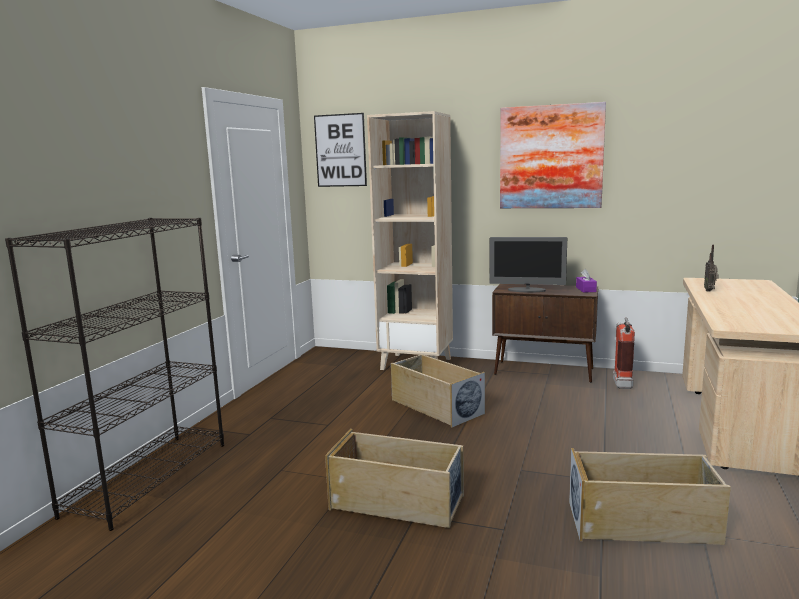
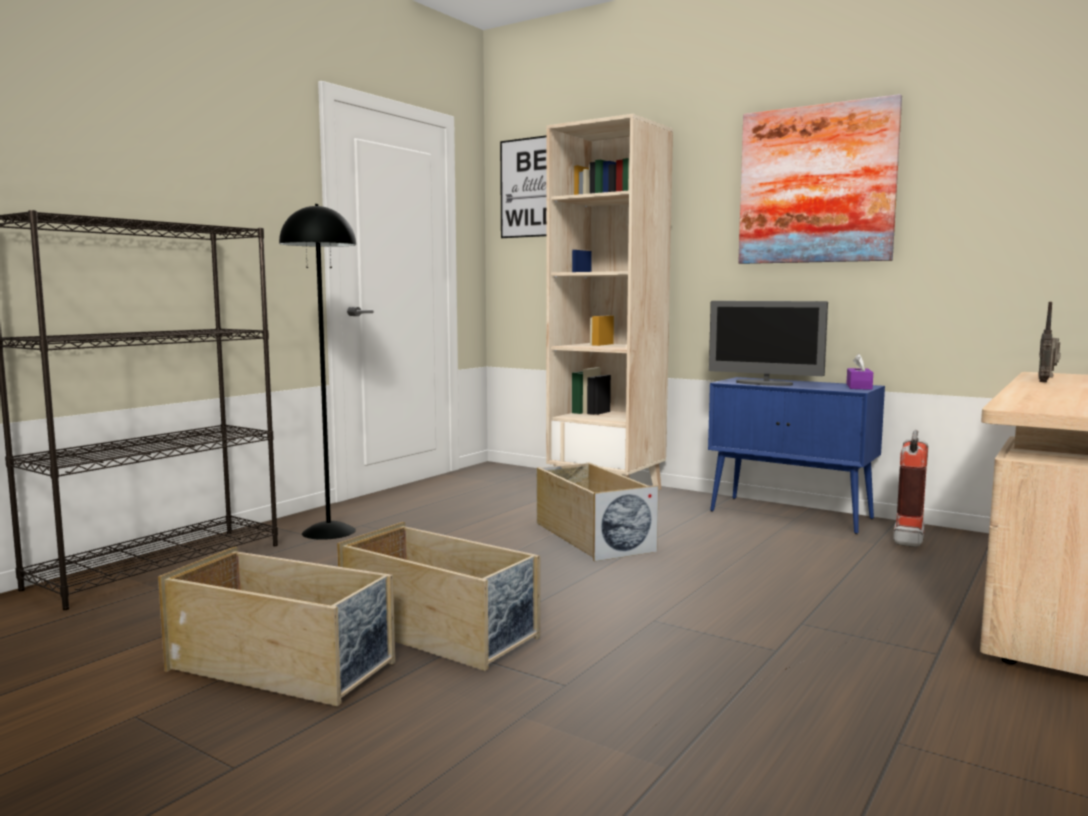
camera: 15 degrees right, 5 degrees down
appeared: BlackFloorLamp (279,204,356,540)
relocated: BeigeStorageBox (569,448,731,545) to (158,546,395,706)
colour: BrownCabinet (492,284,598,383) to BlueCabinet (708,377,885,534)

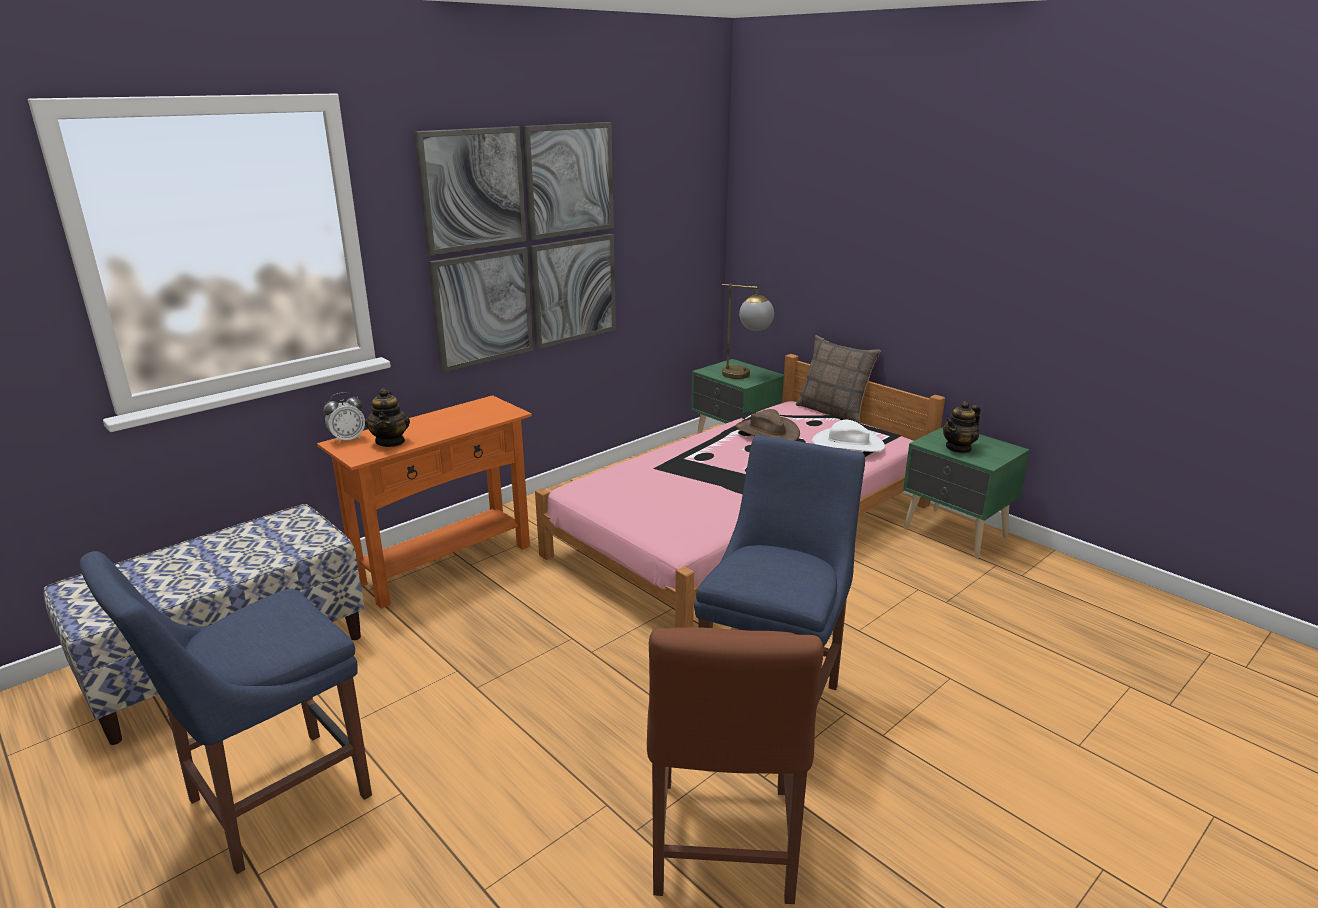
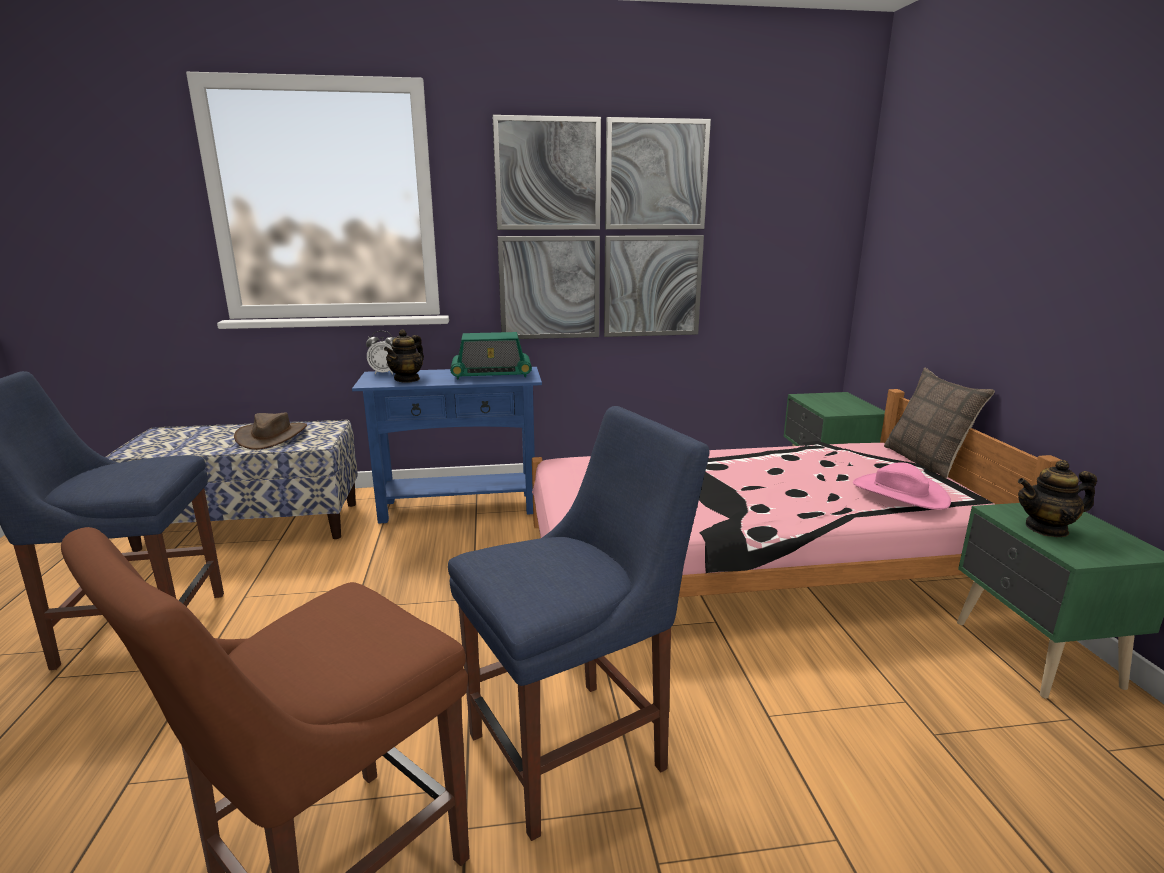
camera: 35 degrees right, 5 degrees down
missing: TableLamp (722,284,774,379)
appeared: Radio (450,332,532,379)
relocated: BrownHat (735,409,800,441) to (234,413,307,450)
colour: OrangeConsoleTable (317,395,532,609) to BlueConsoleTable (352,367,542,524); WhiteHat (812,420,885,452) to PinkHat (853,462,951,510)

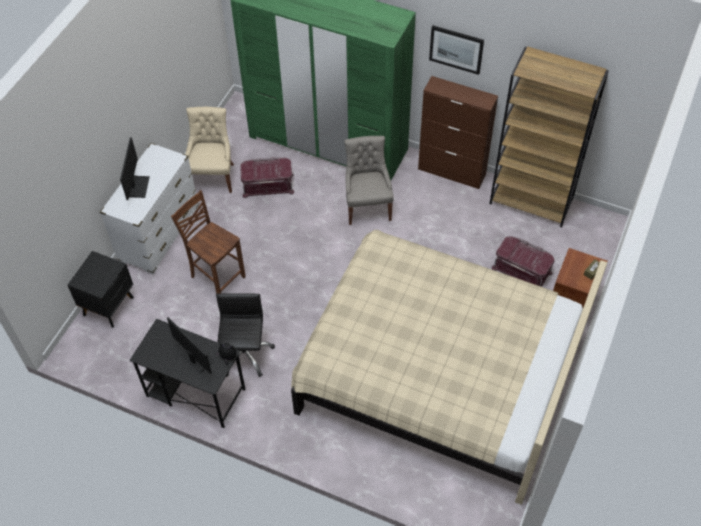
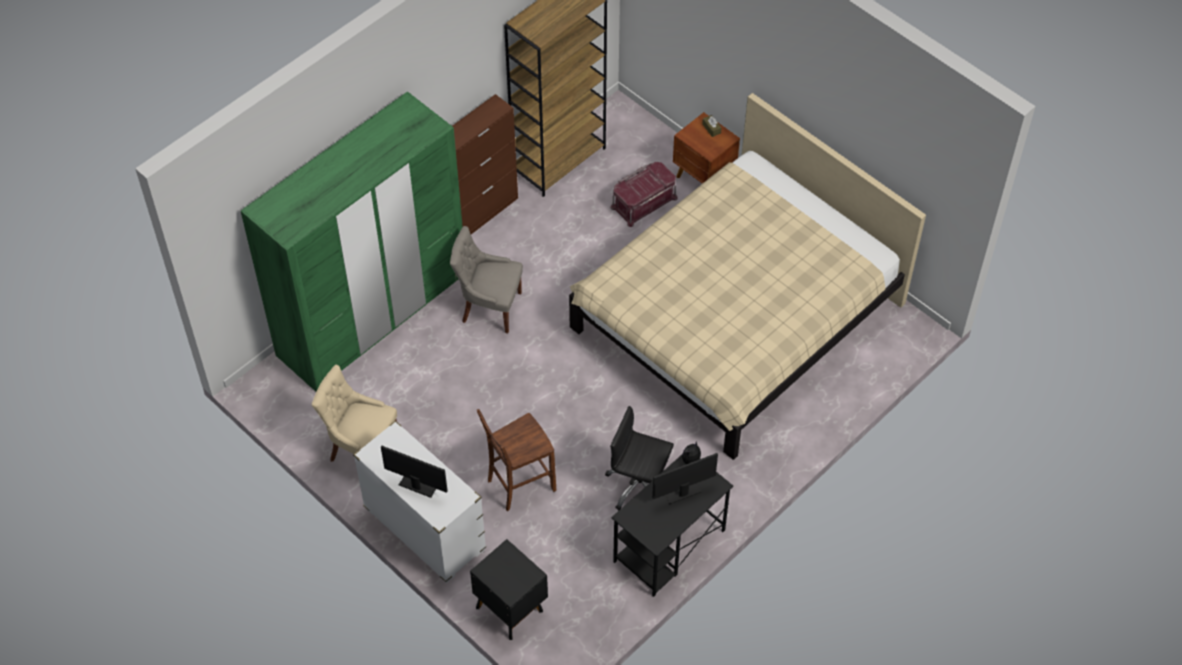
camera: 70 degrees left, 0 degrees up
missing: RedStorageBox (240,157,295,198); Picture (429,25,484,75)

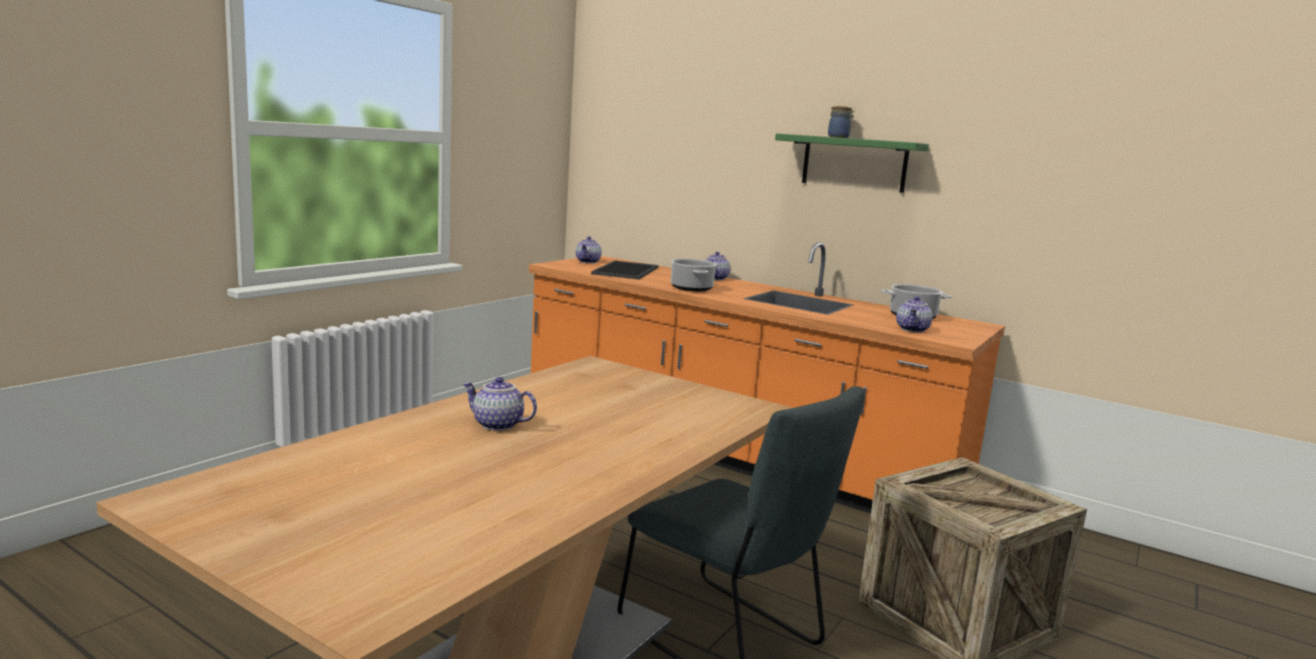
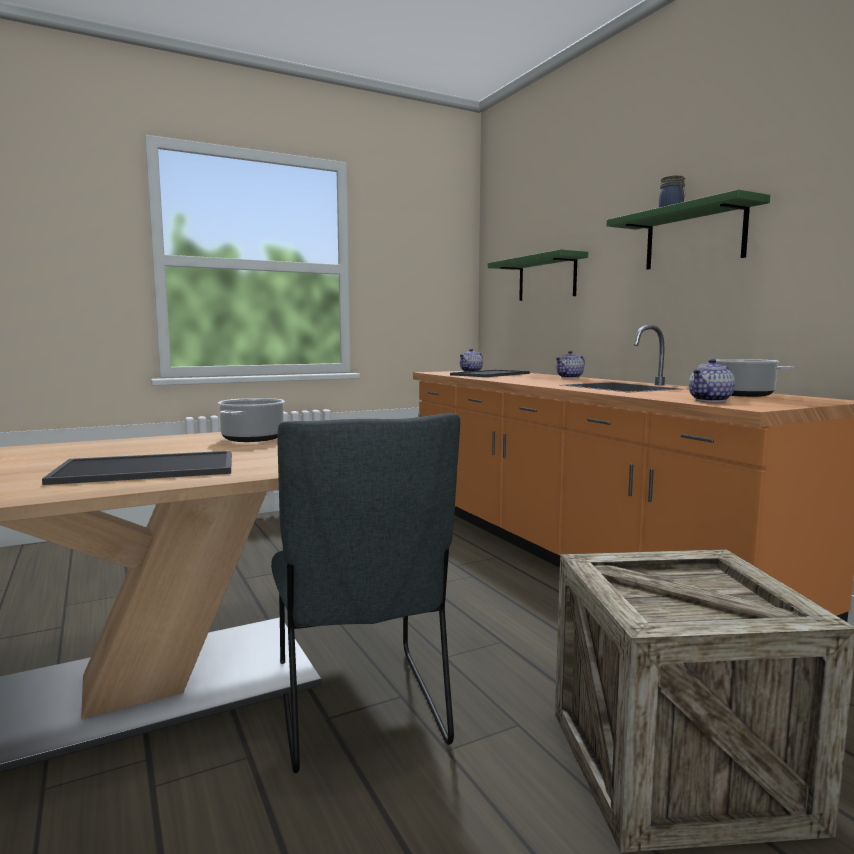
camera: 30 degrees right, 5 degrees down
missing: Teapot (463,377,537,431)
appeared: Tray (42,451,232,485); GreenShelf (488,249,588,301)
relocated: CookingPot (671,259,717,292) to (217,398,285,442)

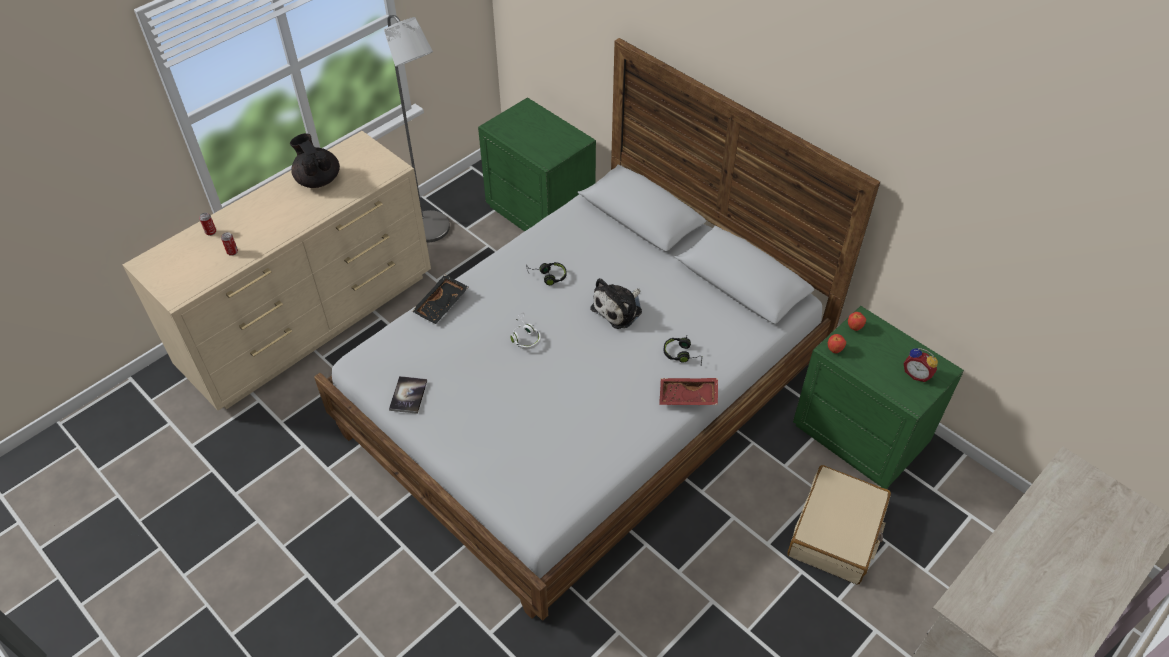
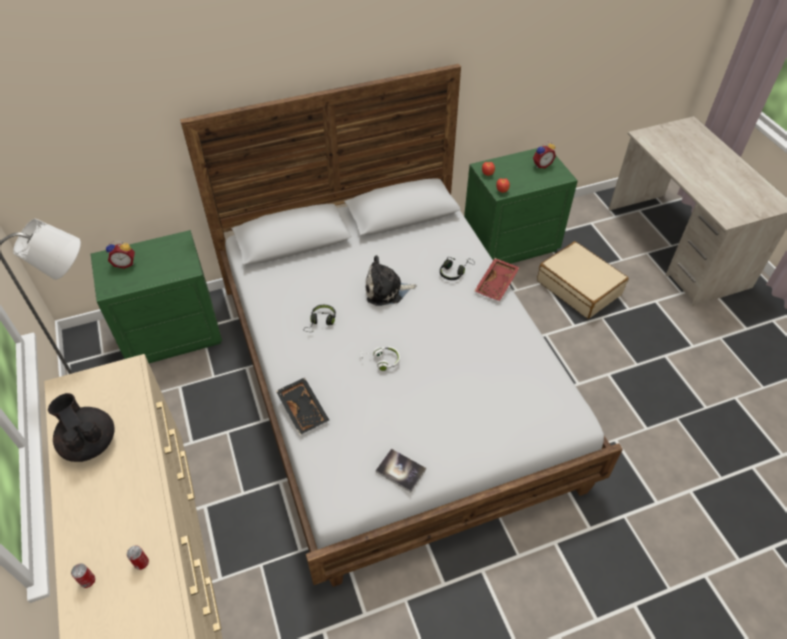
camera: 65 degrees left, 0 degrees up
appeared: AlarmClock (106,241,135,269)
spun: BlackTeapot (290,133,340,188) = (48,393,115,462) 60 degrees clockwise; PlushToy (590,278,642,329) = (366,255,417,306) 105 degrees clockwise

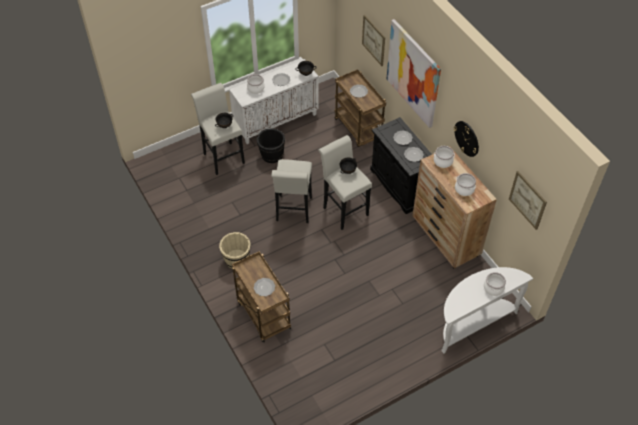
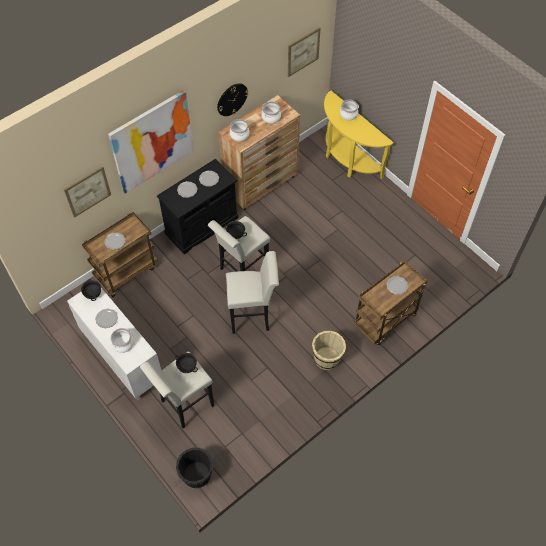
camera: 100 degrees left, 5 degrees up
relocated: BlackBucket (257,128,285,163) to (176,448,213,488)
colour: WhiteConsoleTable (441,267,533,354) to YellowConsoleTable (324,91,394,179)

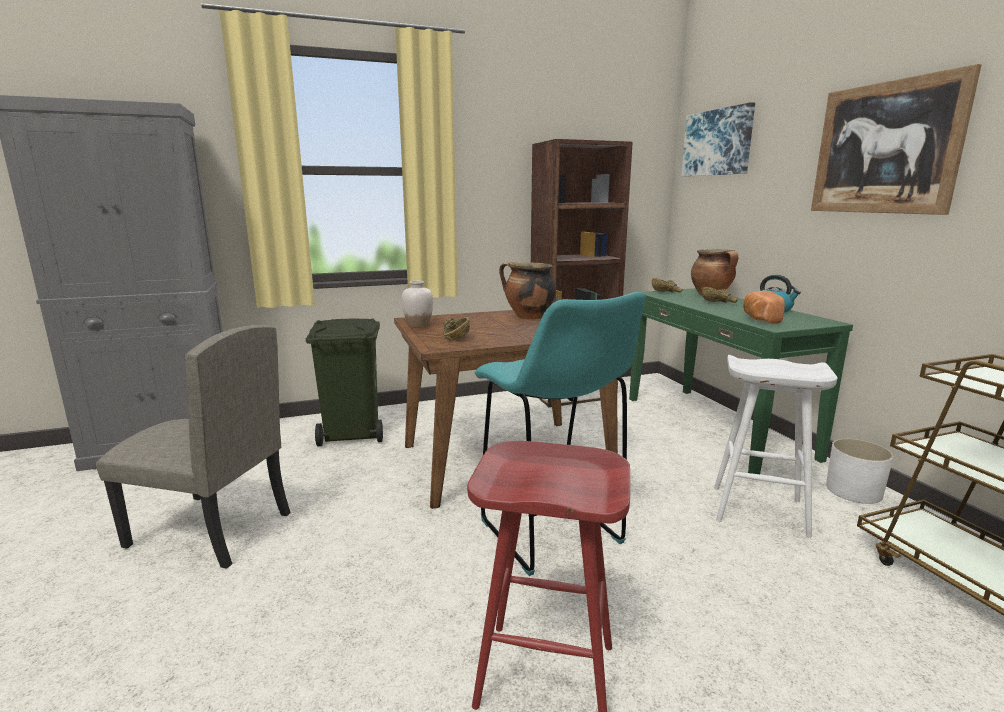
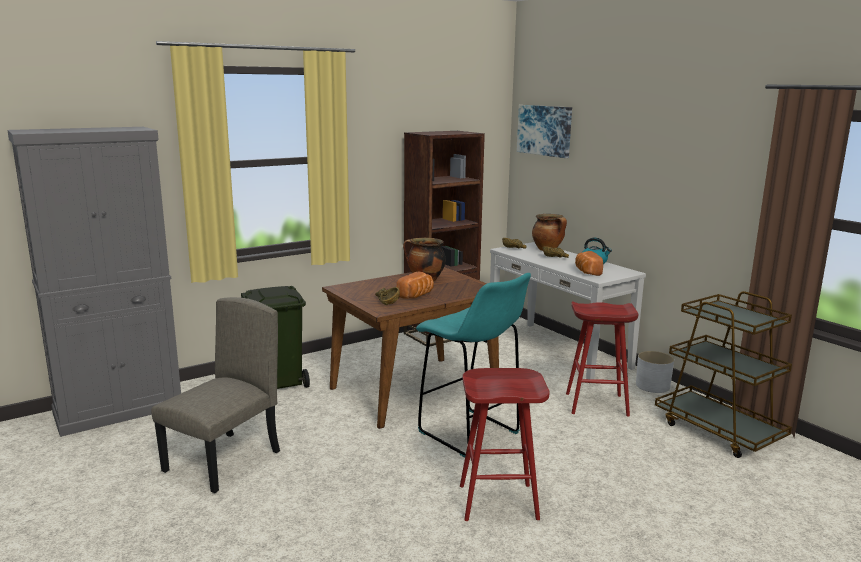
camera: 15 degrees left, 0 degrees up
missing: WhiteVase (402,281,433,328); Picture (811,64,982,215)
appeared: Bread (396,271,434,299)
colour: GreenConsoleTable (629,288,853,474) to WhiteConsoleTable (490,242,646,379); WhiteStool (714,355,837,538) to RedStool (566,301,638,417)
spun: BeigeChair (96,325,291,569) = (151,297,280,493) 60 degrees counterclockwise

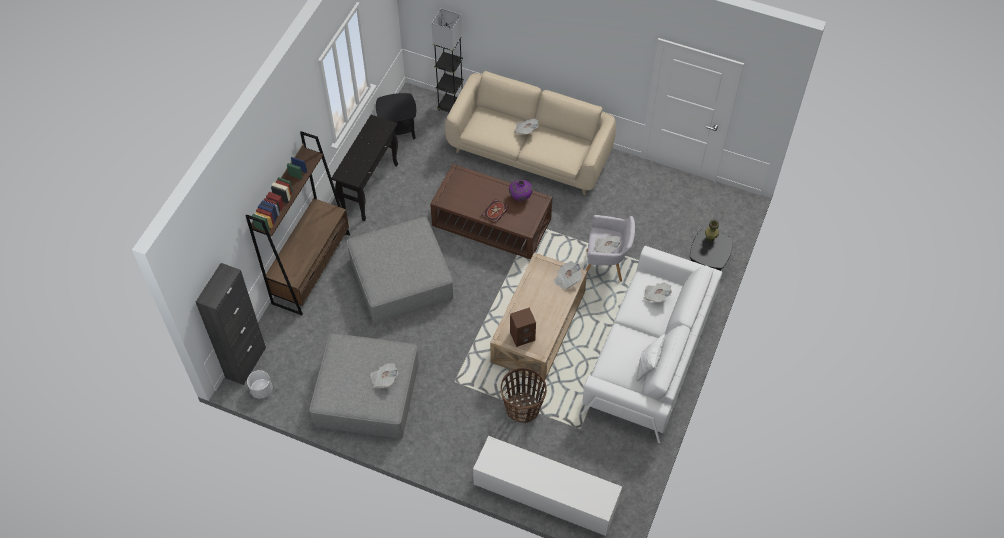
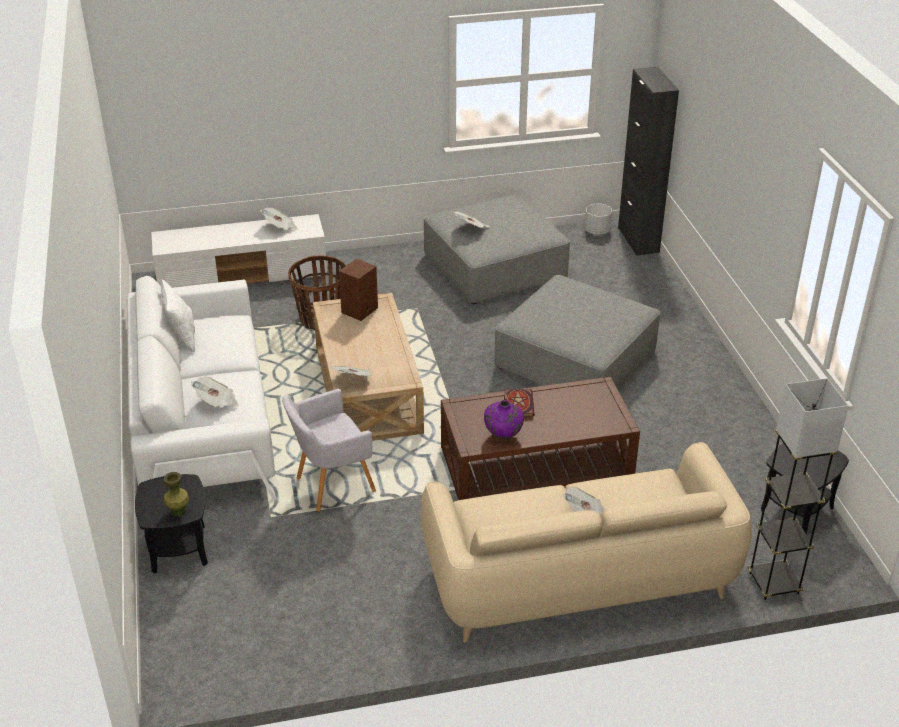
camera: 145 degrees right, 20 degrees down
missing: BrownBookcase (246,131,350,315); BlackConsoleTable (332,115,398,221)
relocated: Newspaper (594,235,621,253) to (260,208,298,230)

